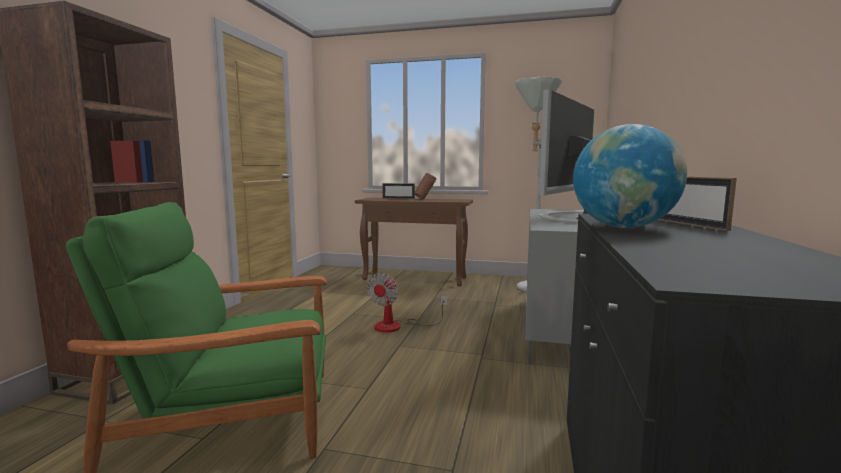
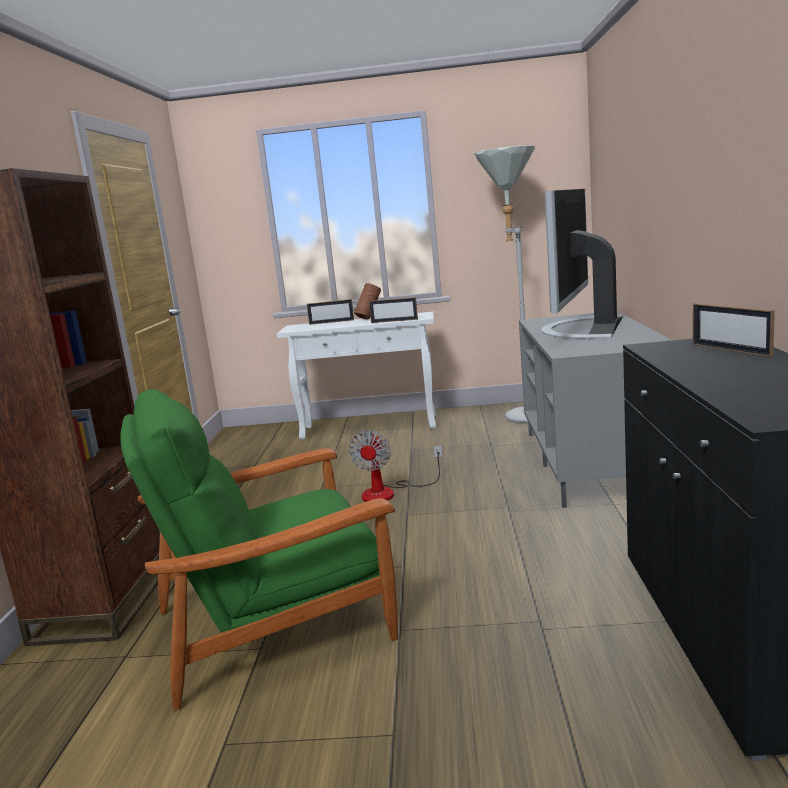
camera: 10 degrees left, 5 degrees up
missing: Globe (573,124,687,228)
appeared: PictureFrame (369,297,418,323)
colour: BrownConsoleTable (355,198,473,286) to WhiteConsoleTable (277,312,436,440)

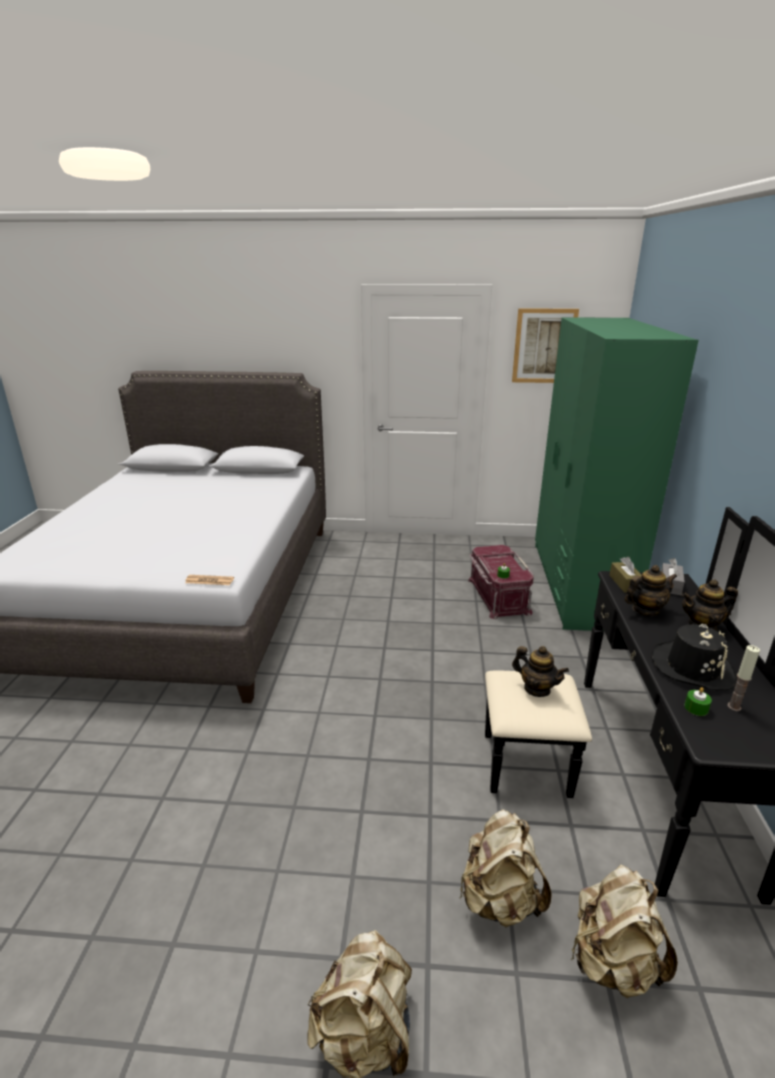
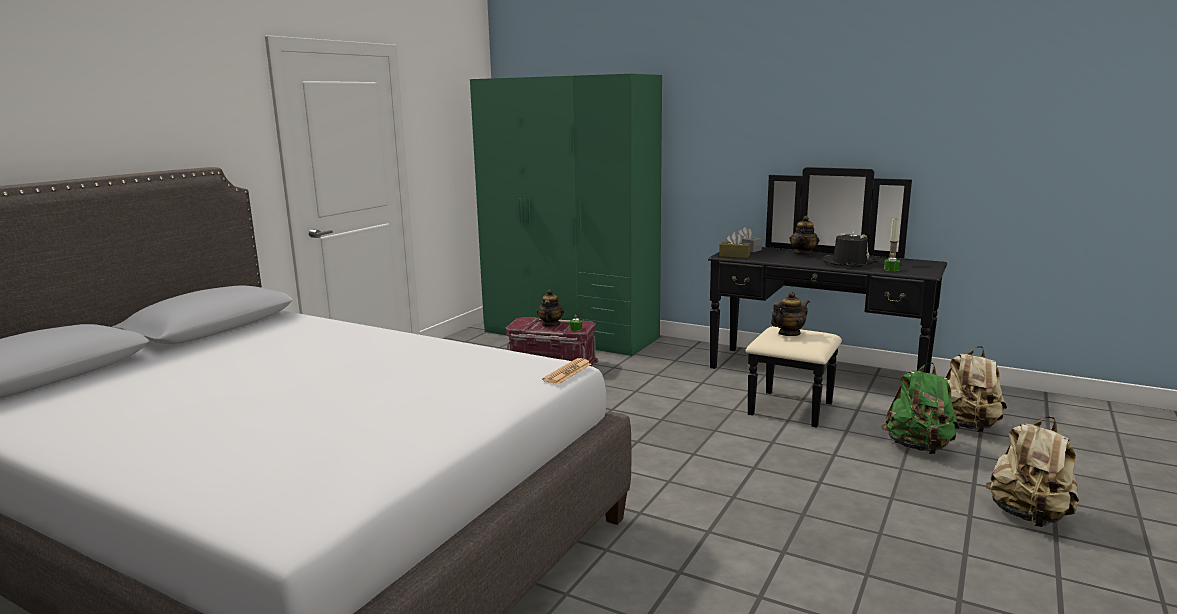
camera: 65 degrees left, 10 degrees down
missing: Picture (512,308,579,383)
relocated: Teapot (625,565,677,616) to (537,289,564,327)
colour: BeigeBackpack (460,809,552,927) to GreenBackpack (881,362,960,454)

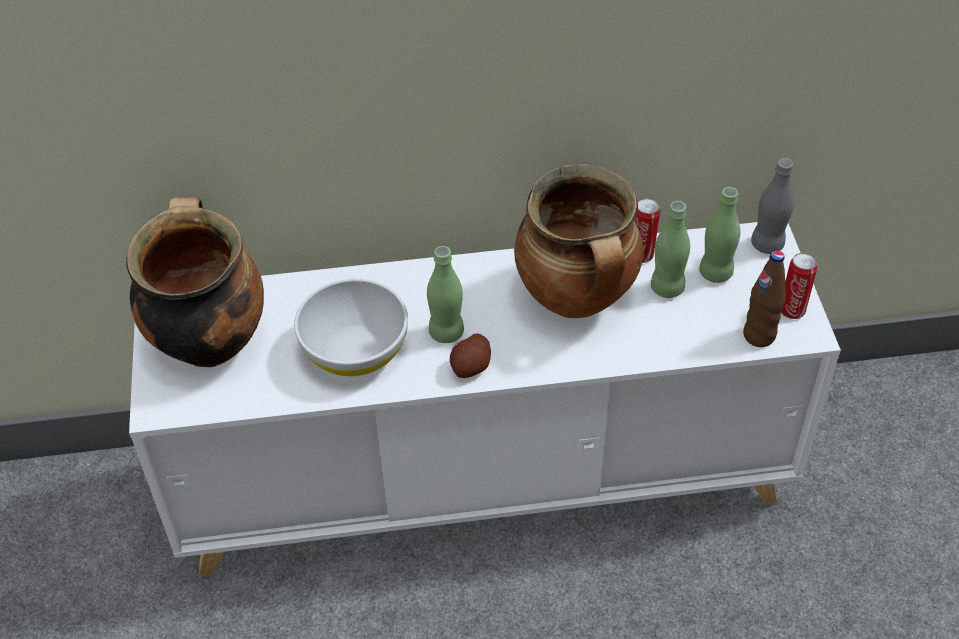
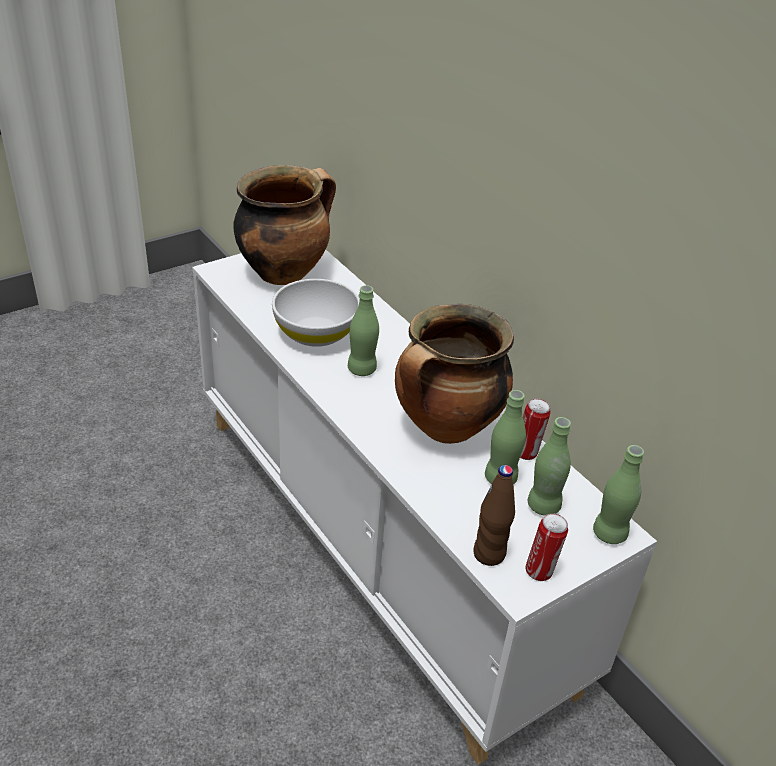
camera: 60 degrees right, 10 degrees down
missing: Potato (450,333,491,378)
colour: GreyBottle (751,158,794,254) to GreenBottle (593,445,644,544)

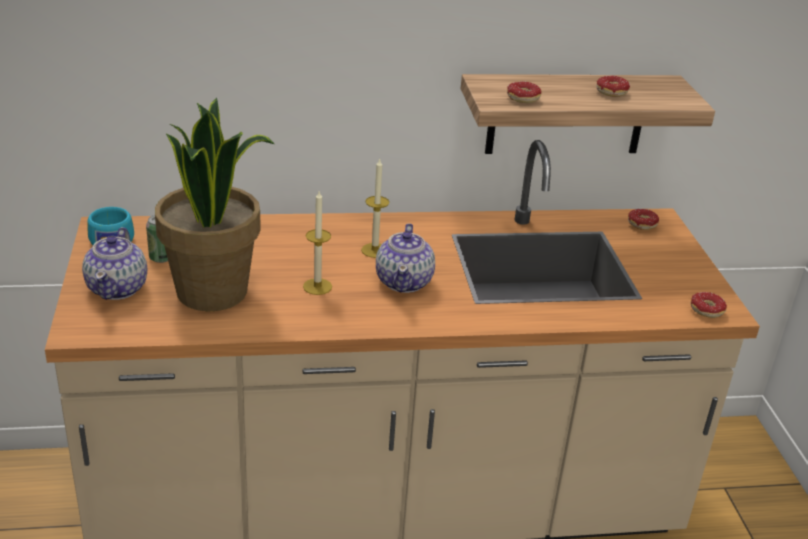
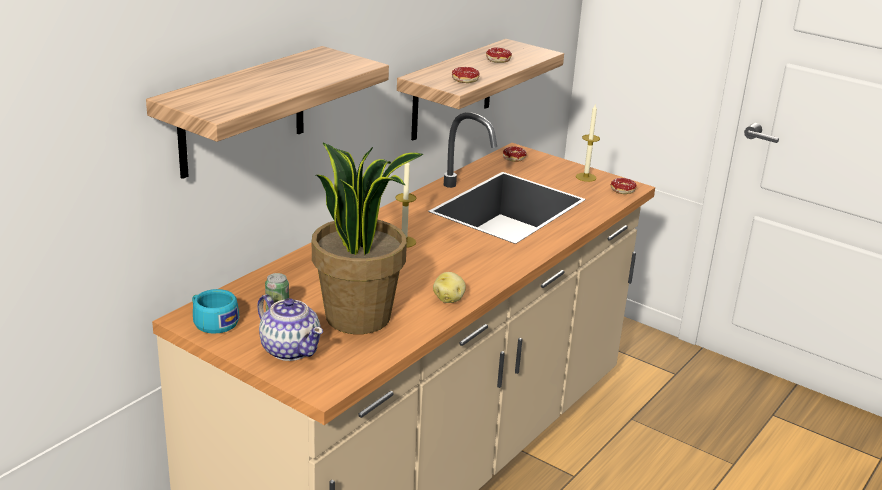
camera: 45 degrees left, 5 degrees down
missing: Teapot (376,223,435,293)
appeared: Shelf (146,46,389,179); Potato (433,272,466,303)
relocated: Candle (303,191,332,295) to (576,105,600,182)

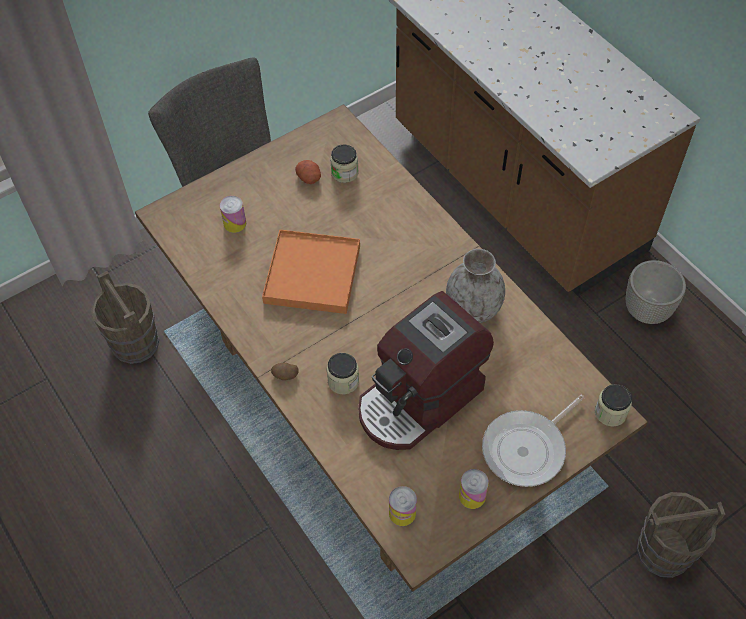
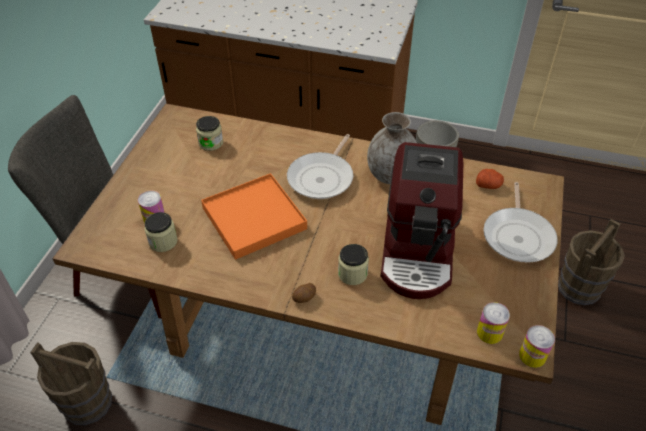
camera: 40 degrees left, 10 degrees down
appeared: FryingPan (287,134,353,199)
relocated: Jar (595,384,632,427) to (145,212,177,252); Potato (295,160,321,184) to (476,169,504,189); Can (459,469,489,509) to (519,325,555,368)

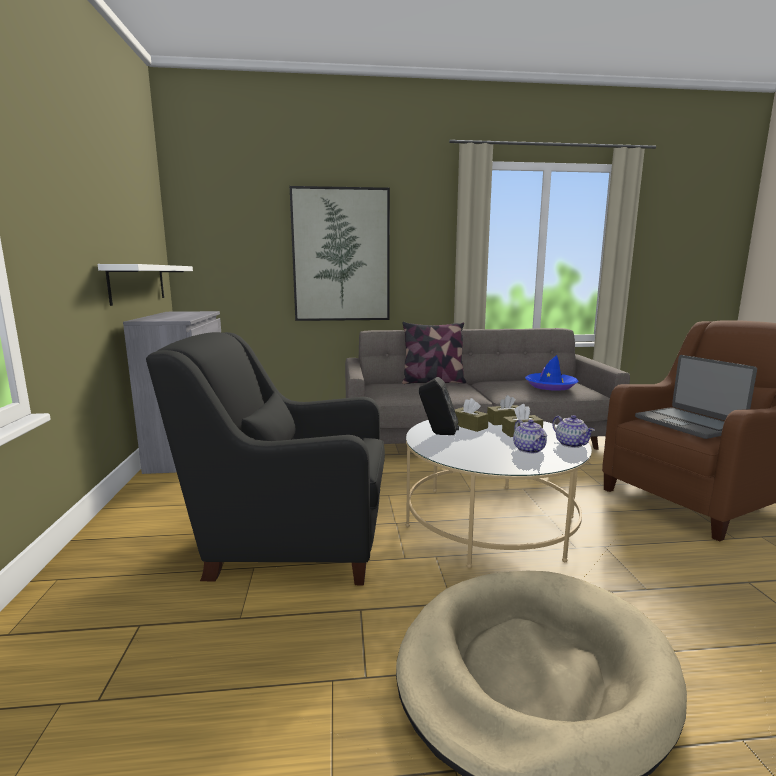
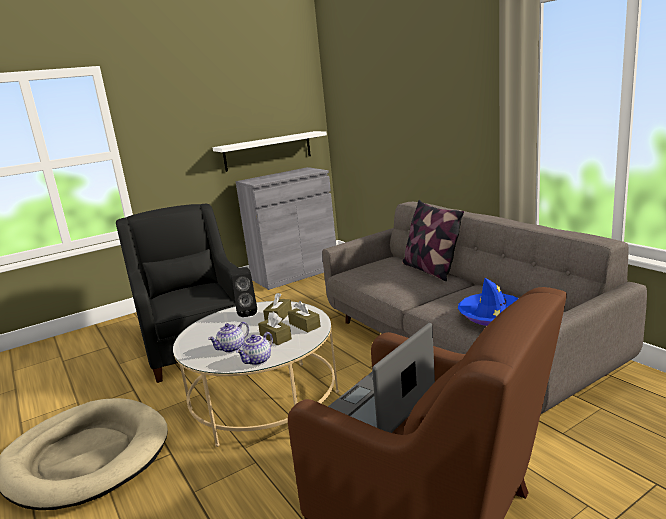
camera: 65 degrees right, 5 degrees up
missing: Picture (290,186,390,321)

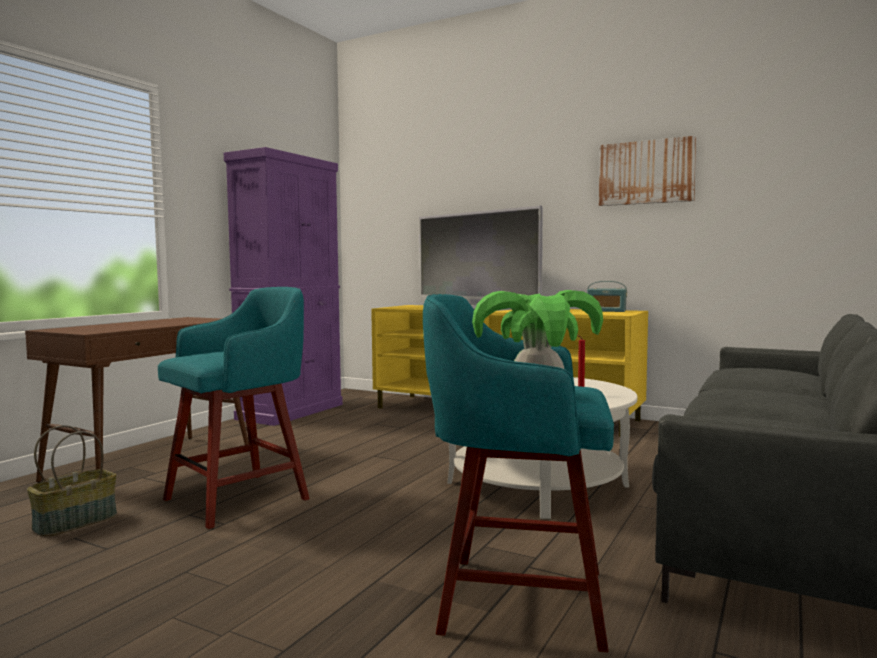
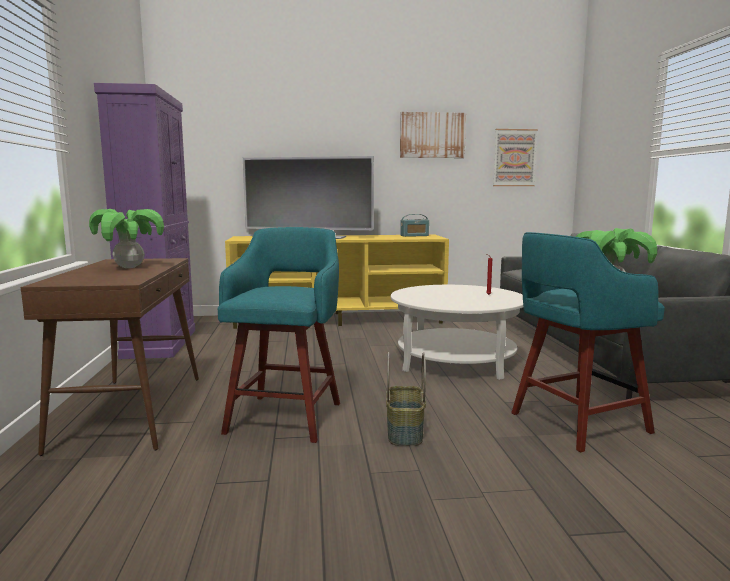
camera: 35 degrees left, 5 degrees up
appeared: PottedPlant (89,209,164,268); Picture (493,129,538,186)
relocated: Basket (27,425,117,537) to (386,352,426,446)

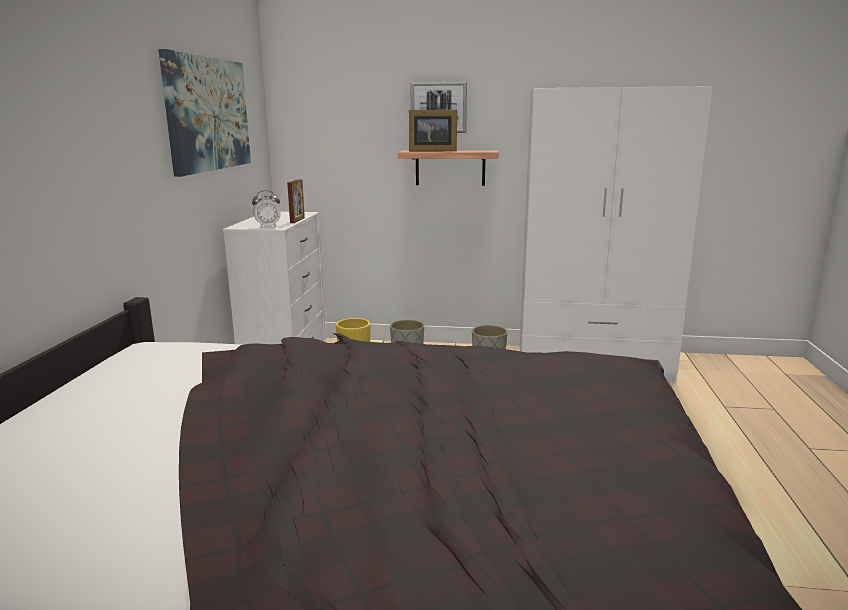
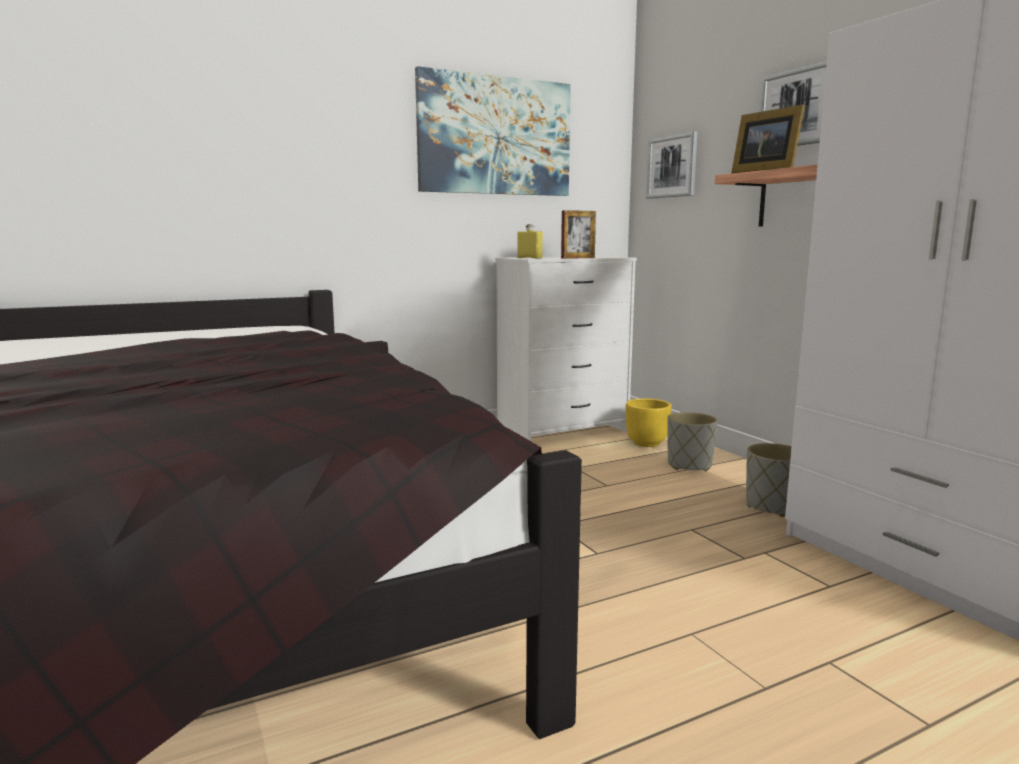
camera: 55 degrees right, 5 degrees down
appeared: Picture (646,131,698,199)
exchanged: AlarmClock (252,190,281,228) to YellowBottle (517,224,543,259)

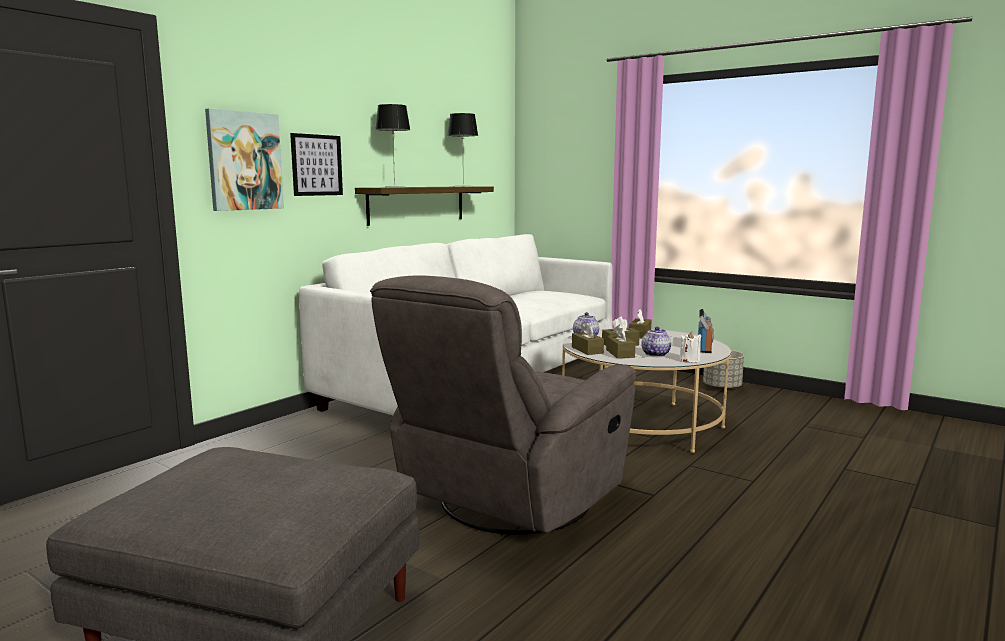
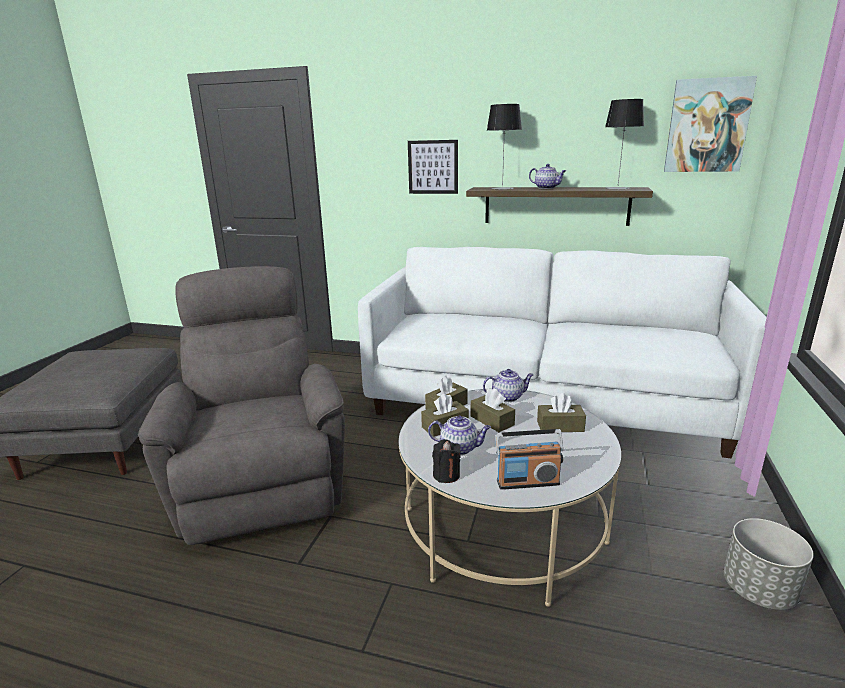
camera: 70 degrees right, 10 degrees up
appeared: Teapot (529,164,566,189)
relocated: Picture (205,108,284,211) to (664,76,757,172)
colour: WhiteCandle (680,332,701,362) to BlackCandle (432,439,461,483)
spun: GreyArmchair (370,275,637,535) = (138,266,345,545) 60 degrees clockwise

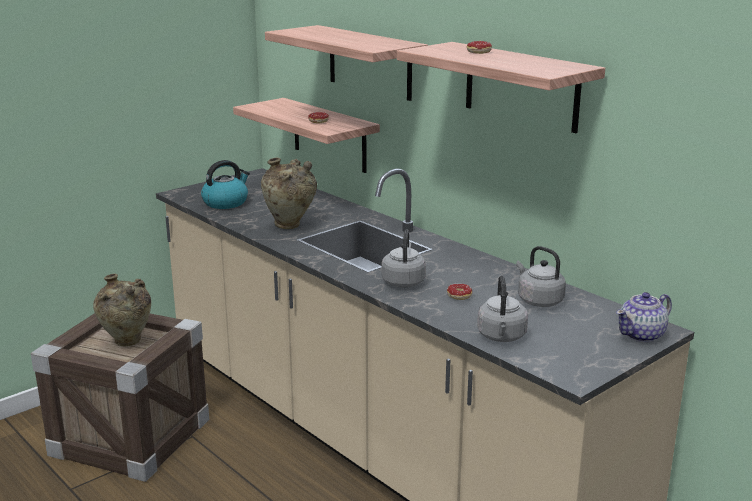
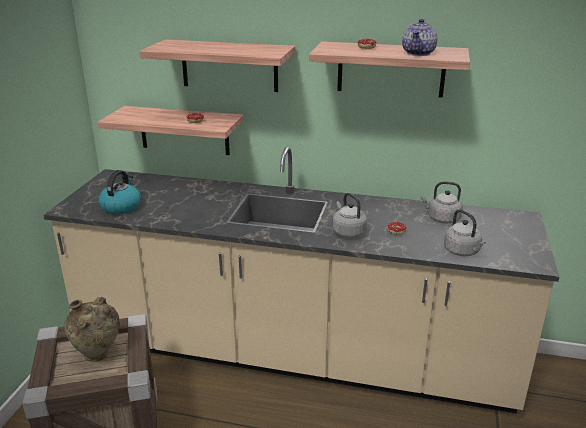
camera: 35 degrees left, 5 degrees up
missing: BeigeVase (261,158,317,229)
relocated: Teapot (616,292,672,343) to (402,19,438,56)

